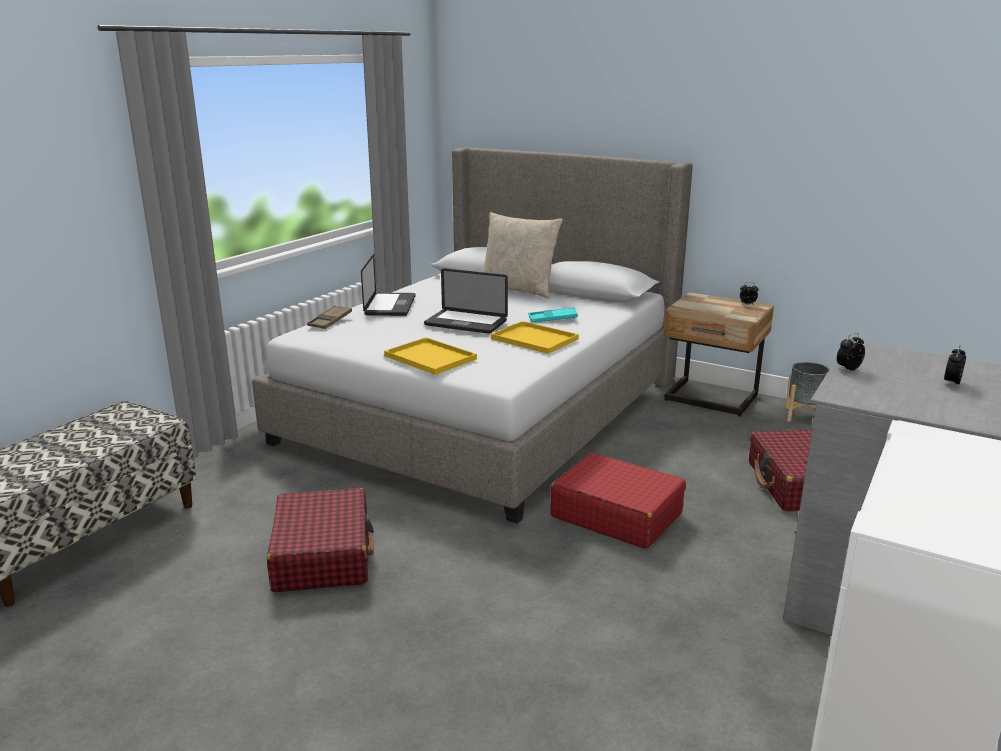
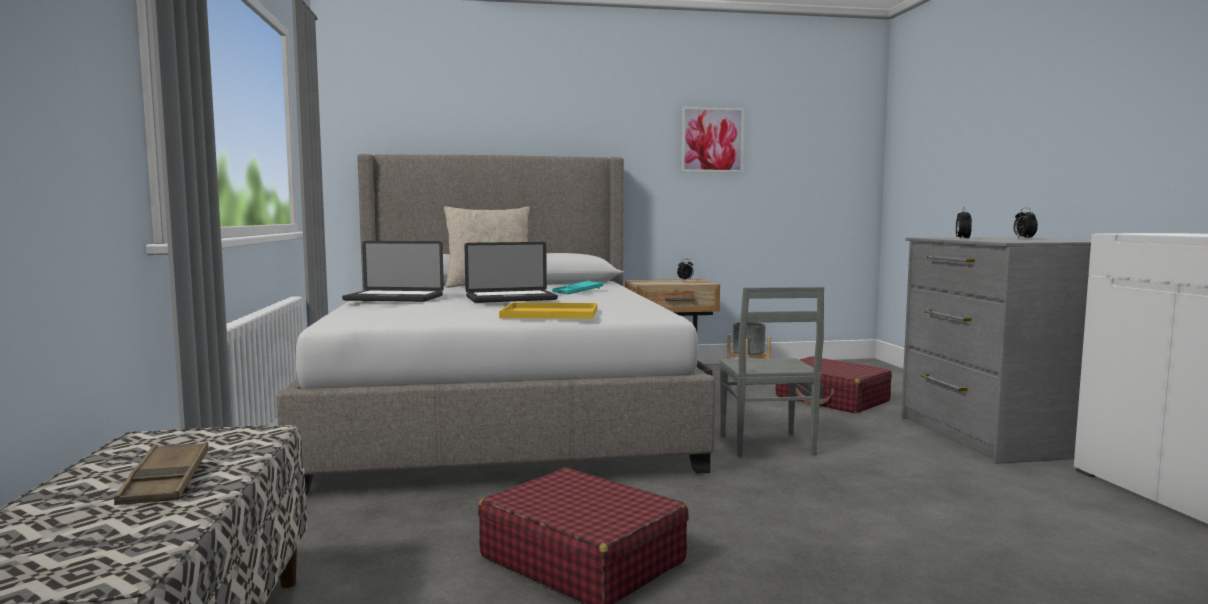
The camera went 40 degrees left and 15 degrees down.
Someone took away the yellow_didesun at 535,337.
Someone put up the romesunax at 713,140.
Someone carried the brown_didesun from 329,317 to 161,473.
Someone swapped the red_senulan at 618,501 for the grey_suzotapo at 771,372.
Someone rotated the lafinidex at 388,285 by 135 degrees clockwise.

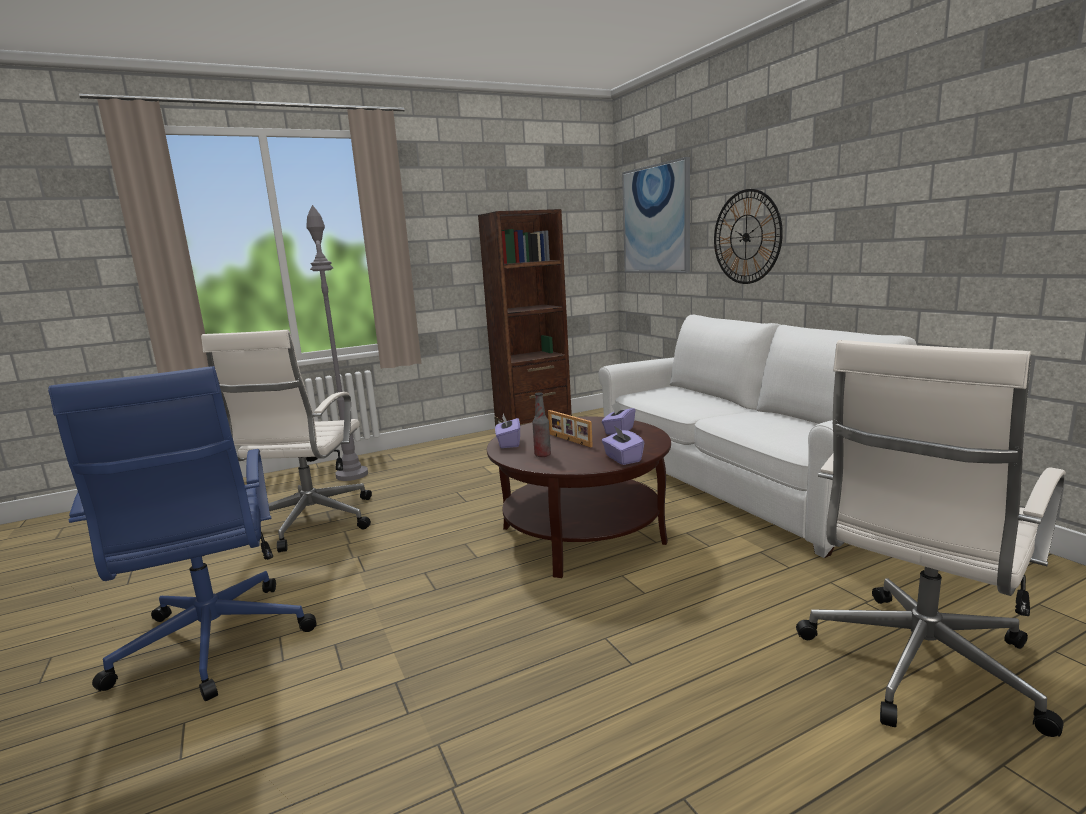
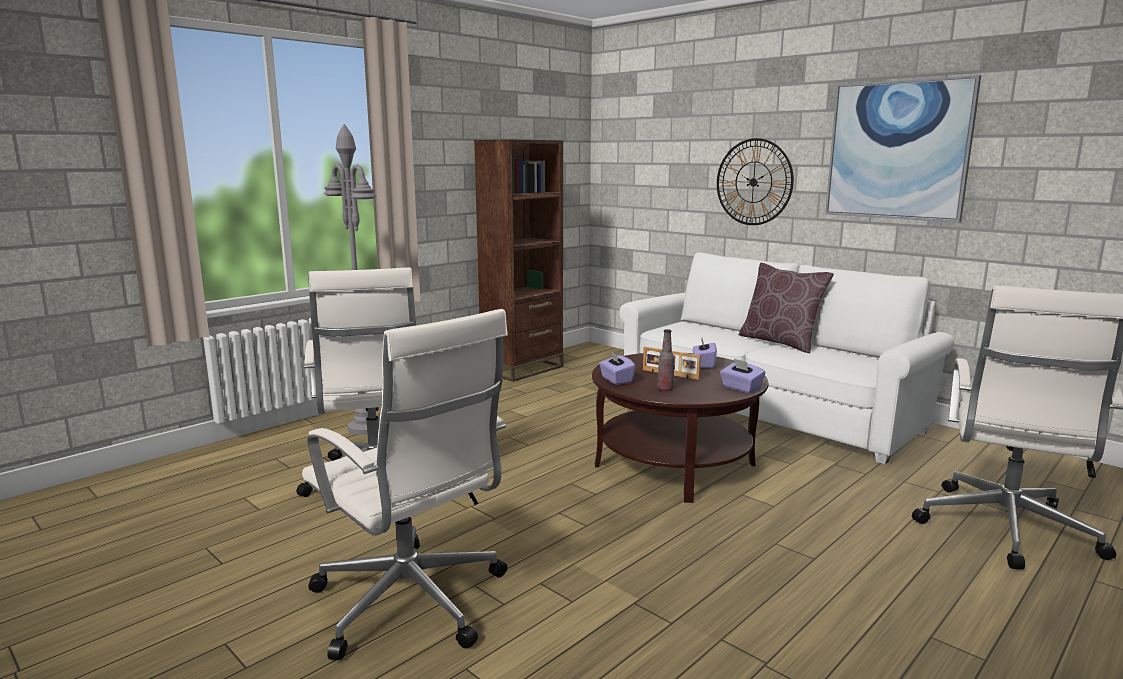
The camera went 20 degrees left and 0 degrees up.
Someone put down the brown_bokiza at 786,308.
Someone carried the romesunax from 656,215 to 903,148.
Someone repainted the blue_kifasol at 182,533, which became the white_kifasol at 405,484.

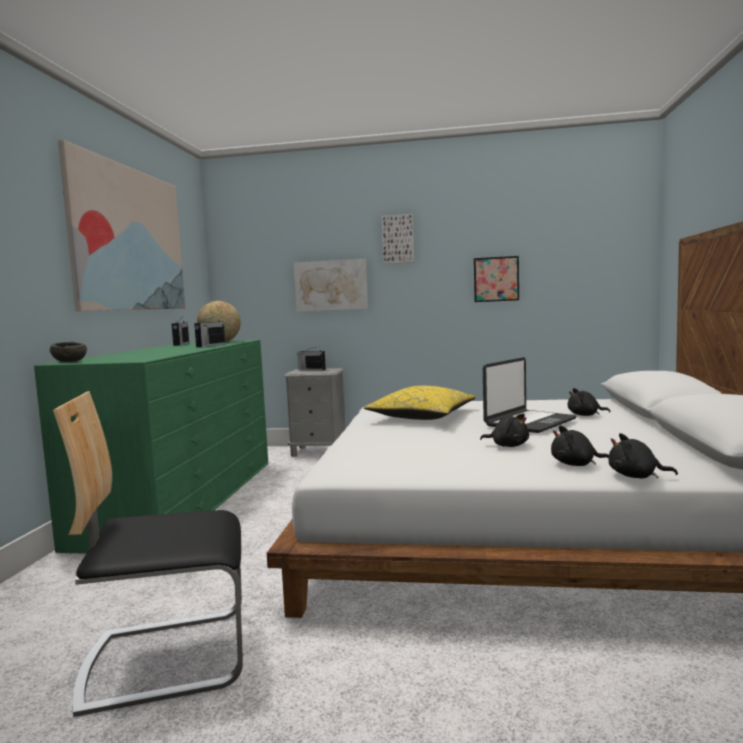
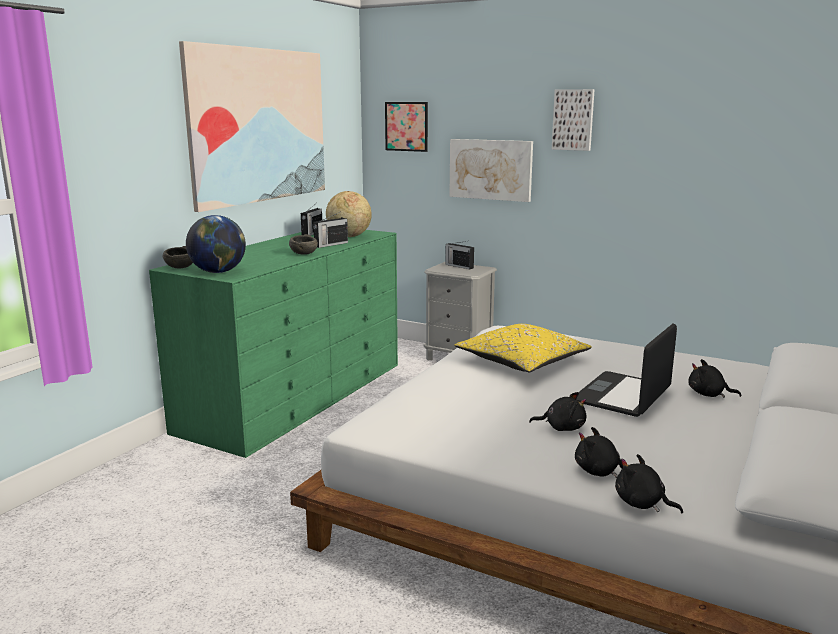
The camera went 20 degrees right and 10 degrees up.
Someone took away the suzotapo at 148,554.
Someone put down the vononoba at 216,244.
Someone put down the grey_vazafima at 303,244.
Someone carried the romesunax from 496,279 to 406,127.
Someone rotated the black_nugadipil at 504,430 by 45 degrees counterclockwise.
Someone rotated the lafinidex at 529,395 by 150 degrees clockwise.

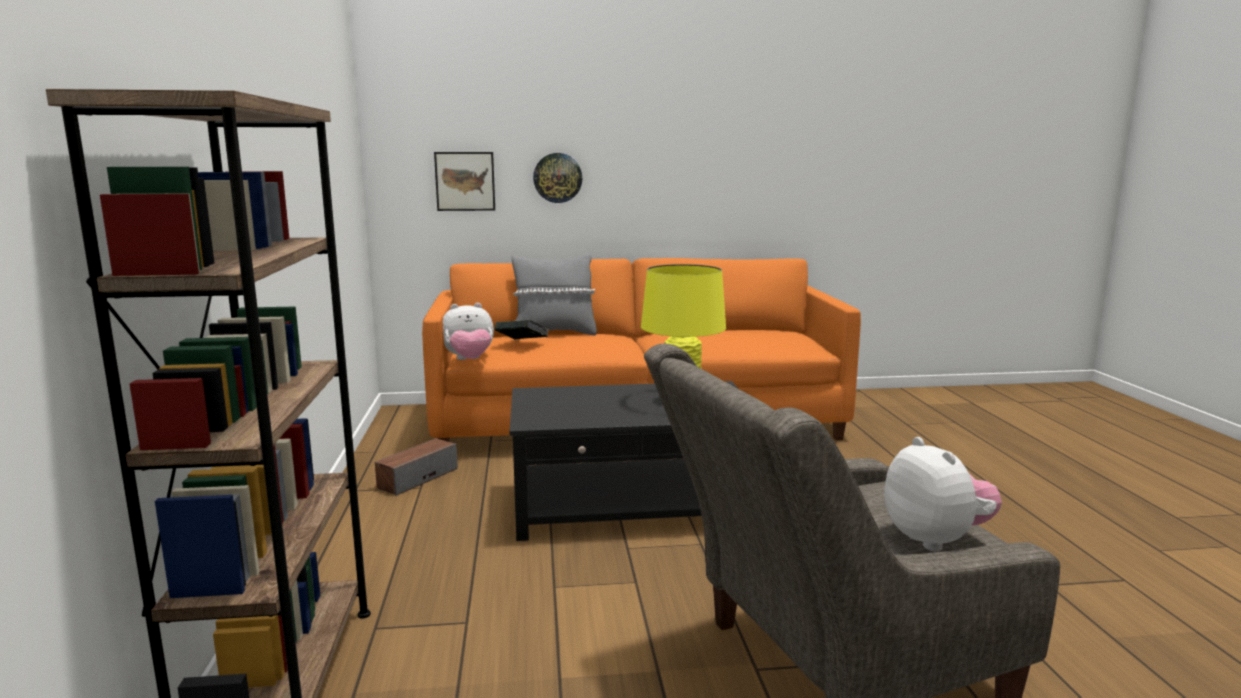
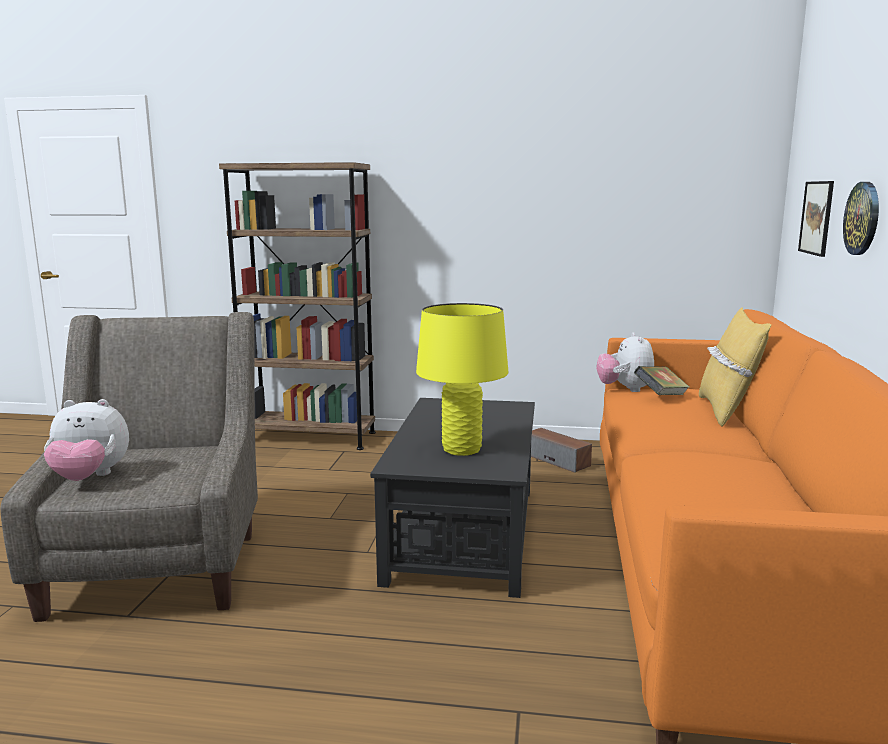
The camera went 105 degrees right and 0 degrees up.
Someone repainted the grey_bokiza at 554,294, which became the yellow_bokiza at 735,366.

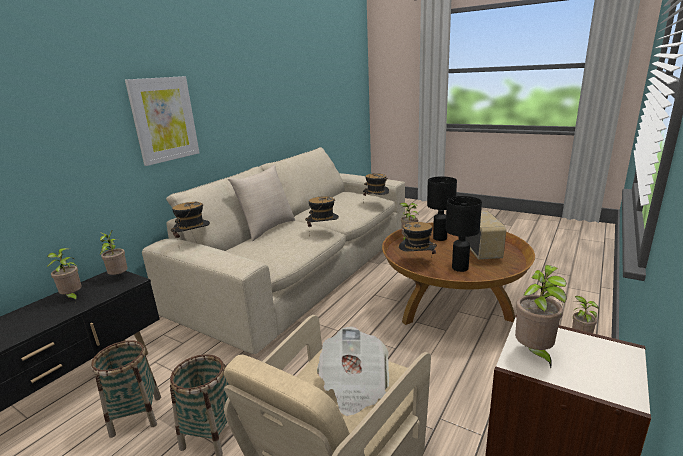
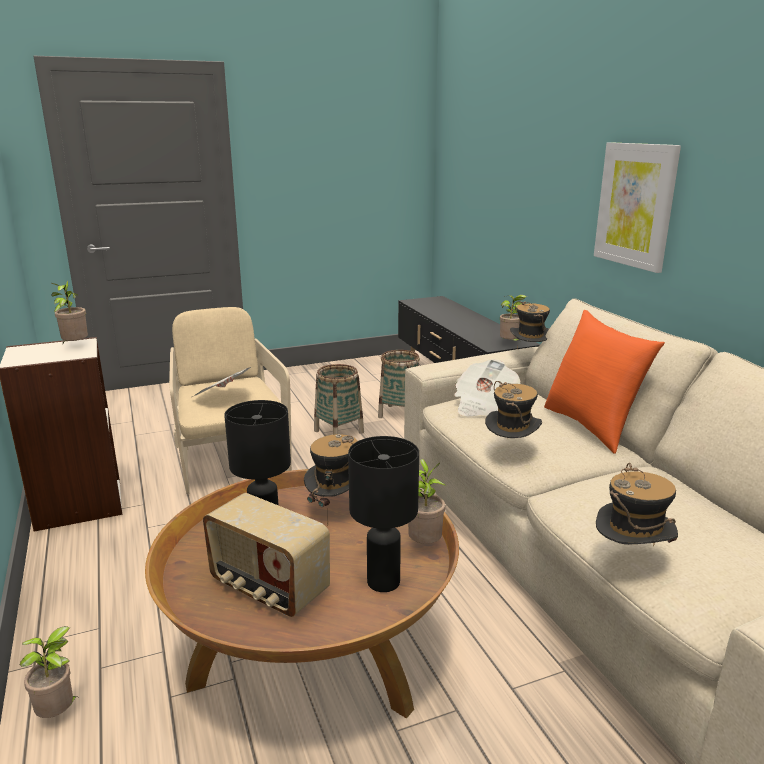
The camera went 125 degrees right and 0 degrees up.
Someone took away the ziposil at 64,274.
Someone put down the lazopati at 487,387.
Someone repainted the beige_bokiza at 261,203, which became the orange_bokiza at 604,382.

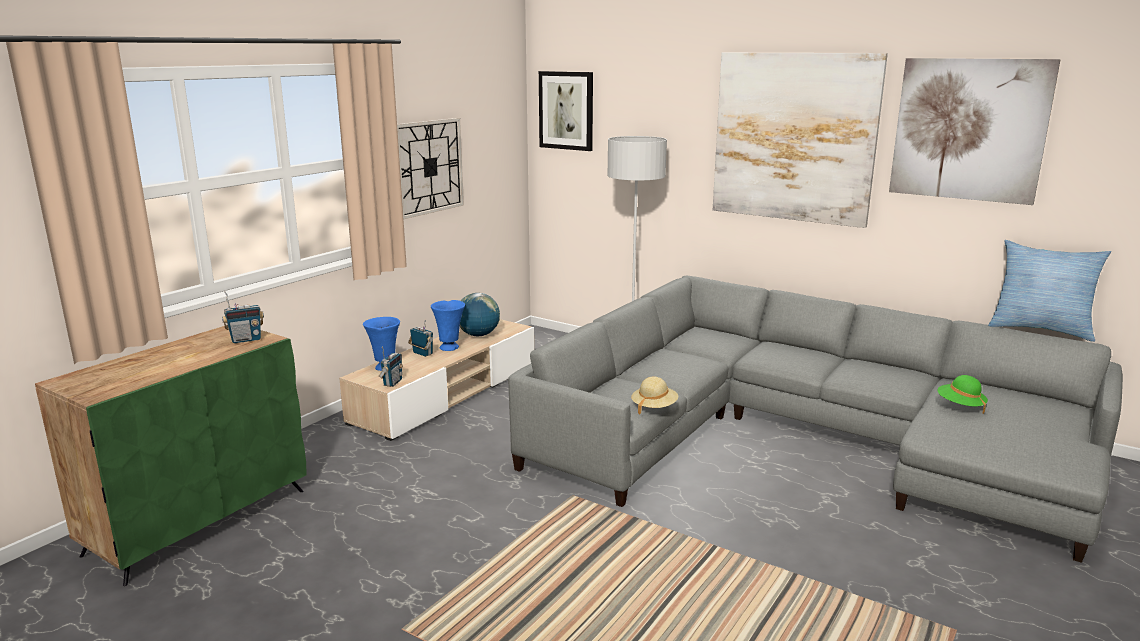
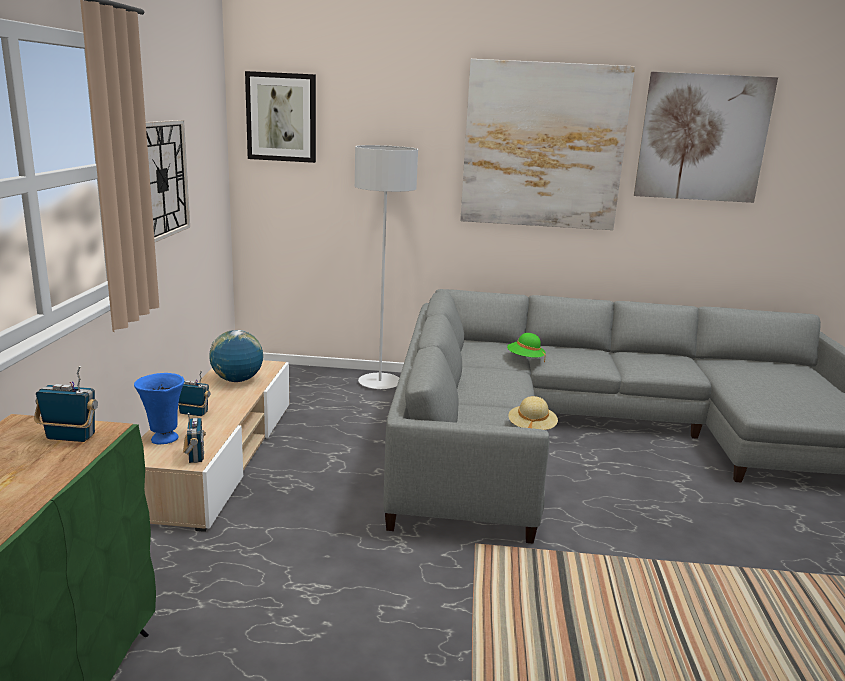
The camera went 30 degrees left and 0 degrees up.
Someone took away the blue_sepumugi at 448,325.
Someone took away the bokiza at 1049,291.
Someone carried the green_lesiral from 962,394 to 526,348.
Someone rotated the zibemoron at 243,317 by 120 degrees counterclockwise.

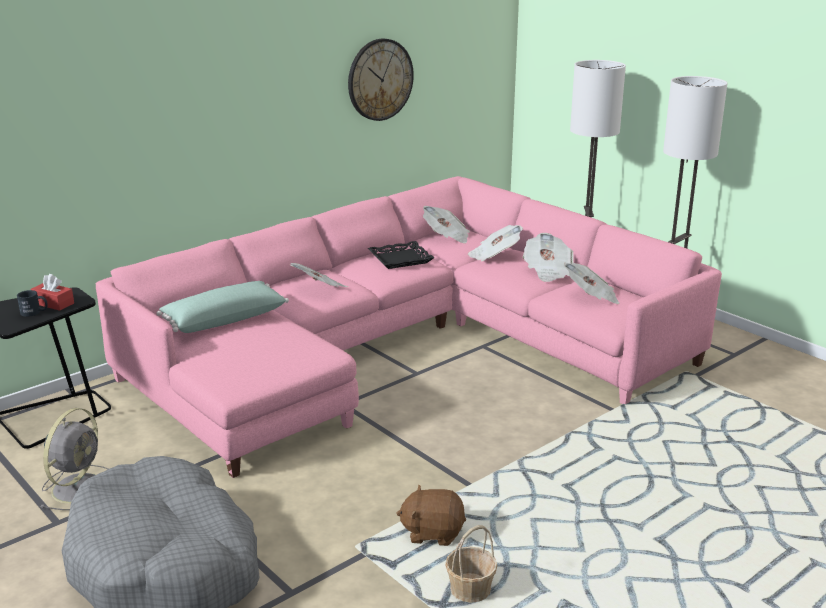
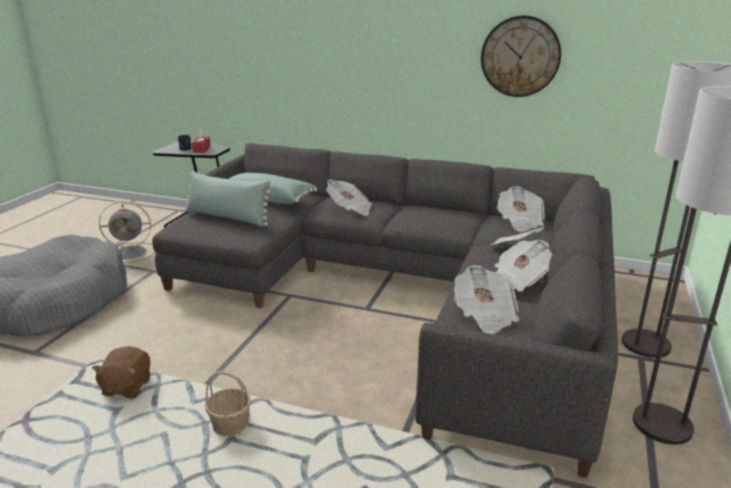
The camera went 60 degrees right and 0 degrees up.
Someone took away the black_didesun at 401,255.
Someone put down the green_bokiza at 229,199.
Someone carried the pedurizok from 471,564 to 228,403.
Someone repainted the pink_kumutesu at 409,327, which became the grey_kumutesu at 385,310.
Someone rotated the brown_nugadipil at 431,515 by 150 degrees counterclockwise.

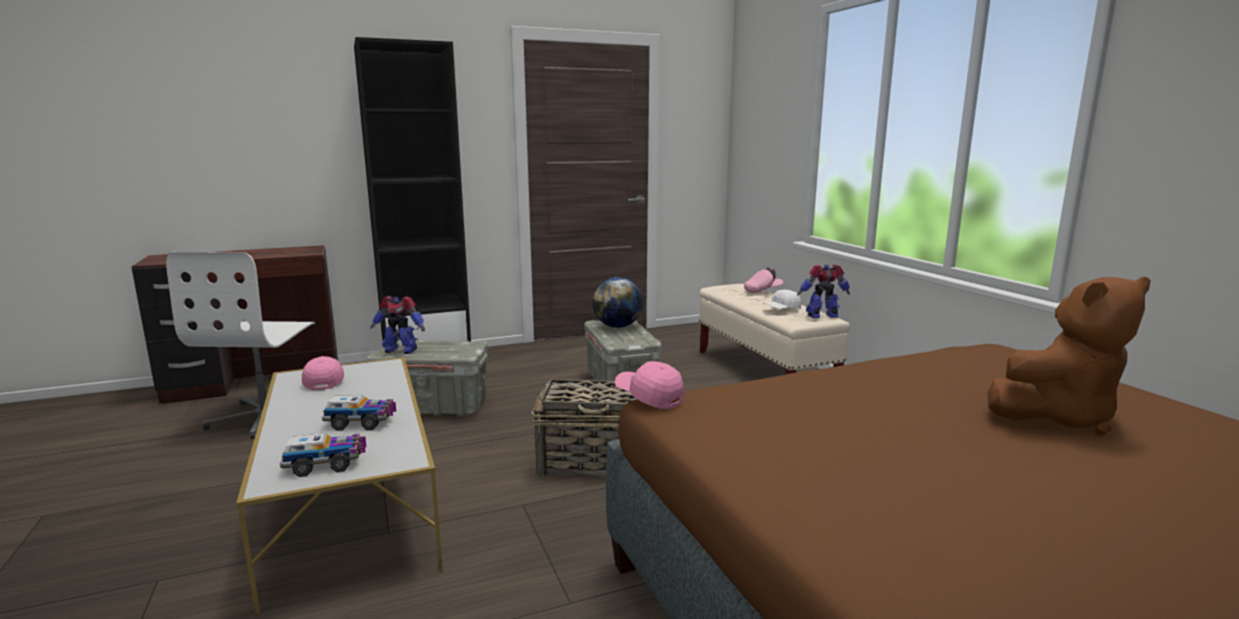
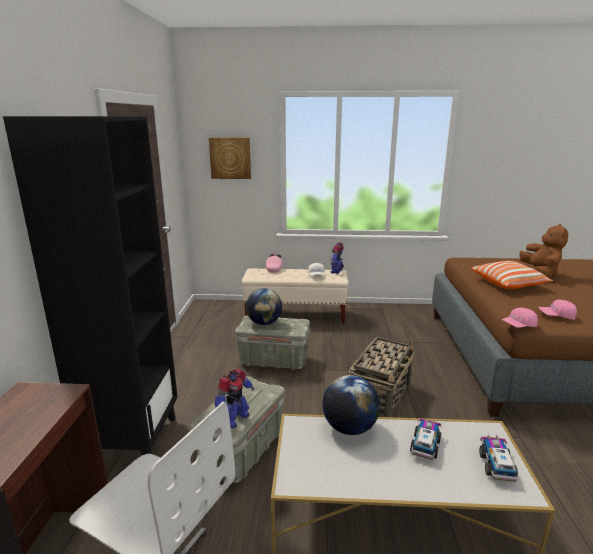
The camera went 65 degrees left and 5 degrees up.
Someone put up the romesunax at 230,158.
Someone put down the vononoba at 351,405.
Someone put down the bokiza at 512,275.
Someone carried the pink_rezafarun from 323,373 to 558,310.

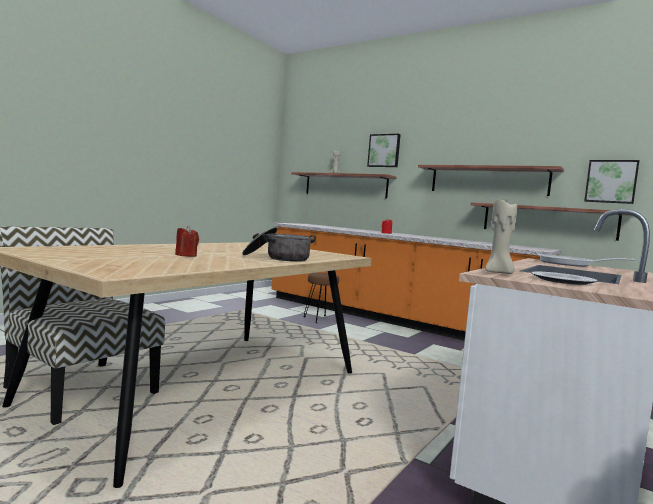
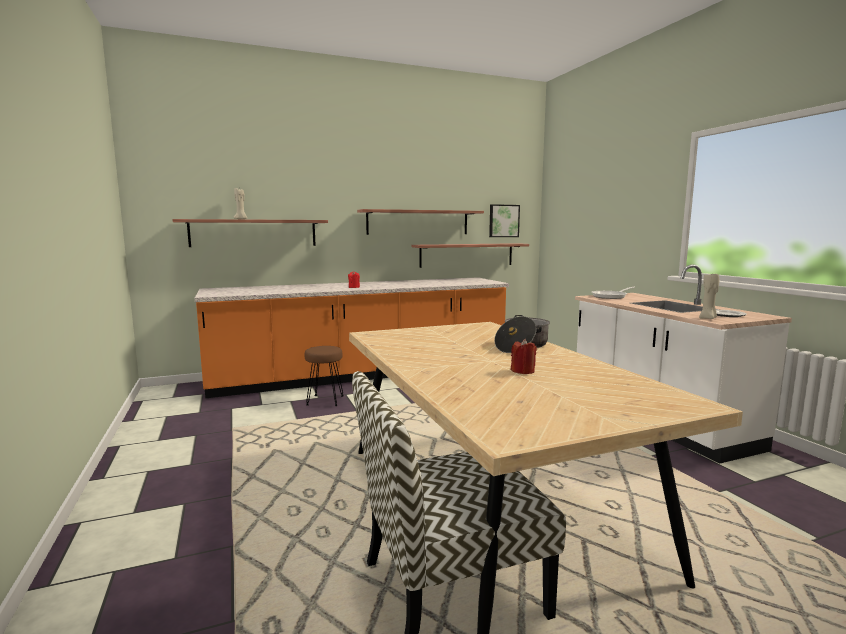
The camera went 55 degrees left and 5 degrees up.
Someone took away the romesunax at 384,150.

